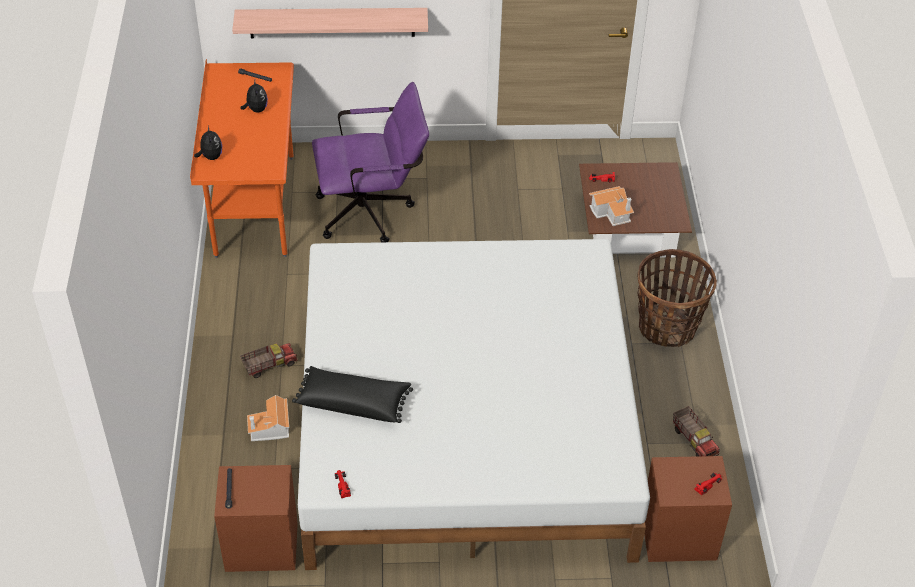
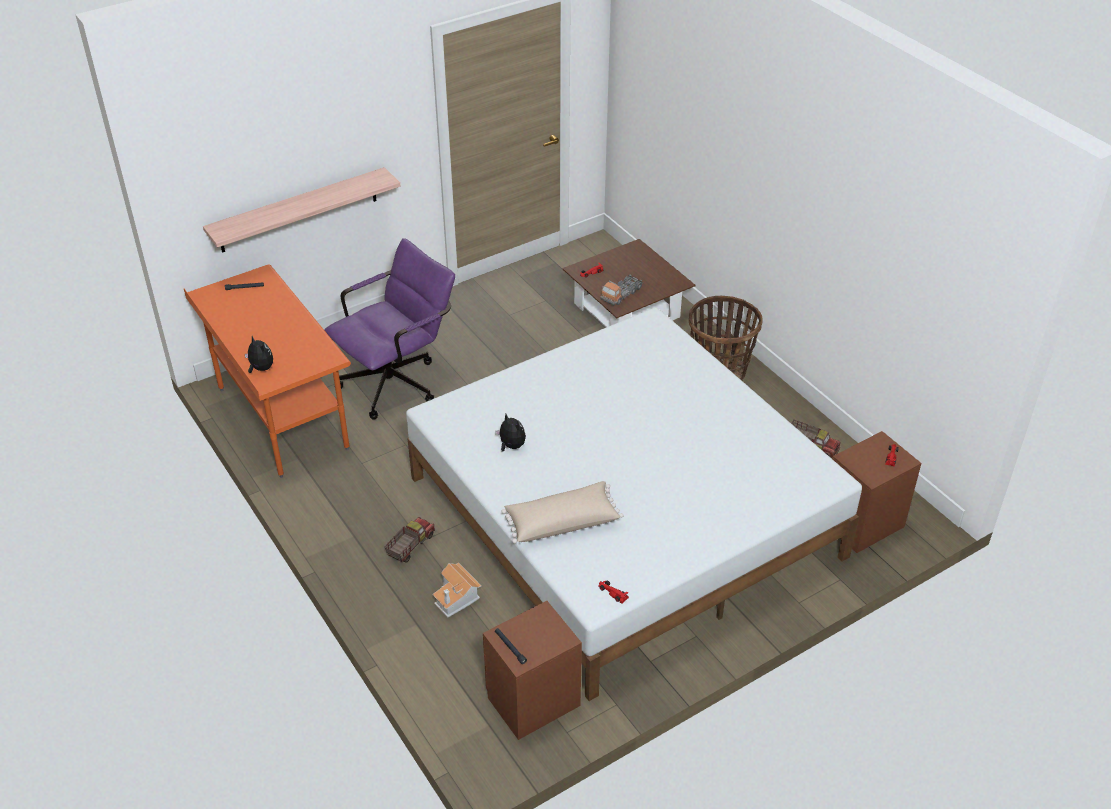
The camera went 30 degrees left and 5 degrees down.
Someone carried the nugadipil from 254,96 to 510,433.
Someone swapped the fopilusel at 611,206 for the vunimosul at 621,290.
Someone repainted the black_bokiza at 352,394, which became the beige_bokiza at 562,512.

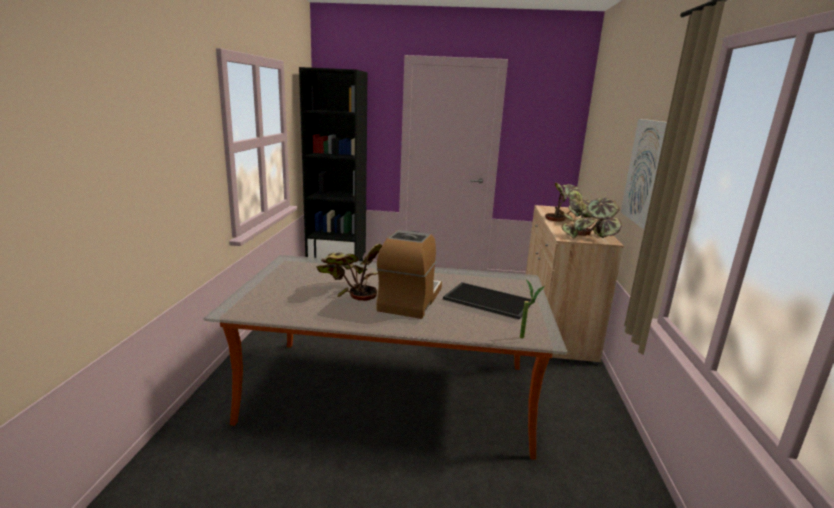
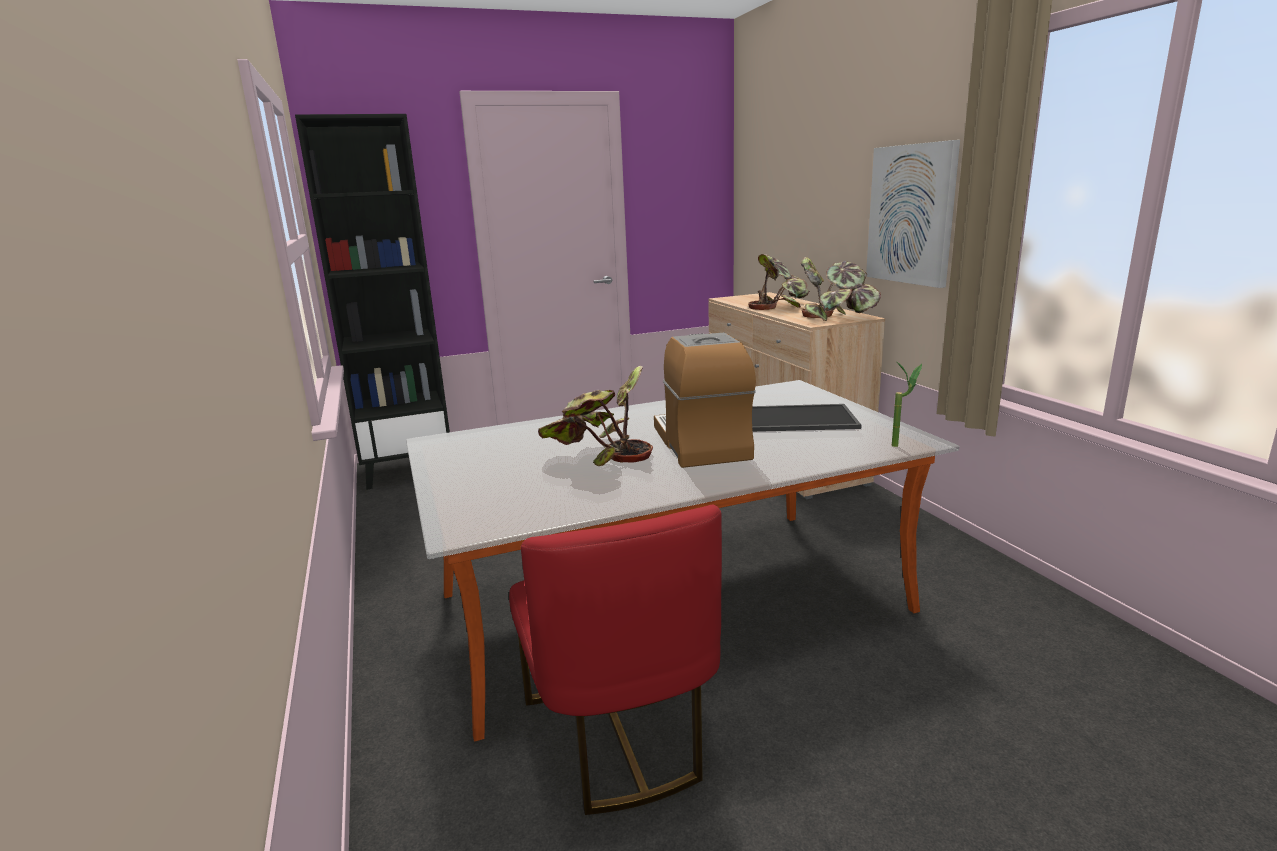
The camera went 25 degrees left and 0 degrees up.
Someone put down the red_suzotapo at 615,660.

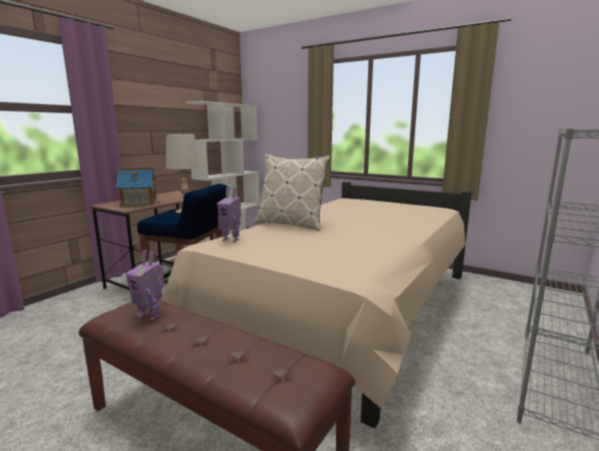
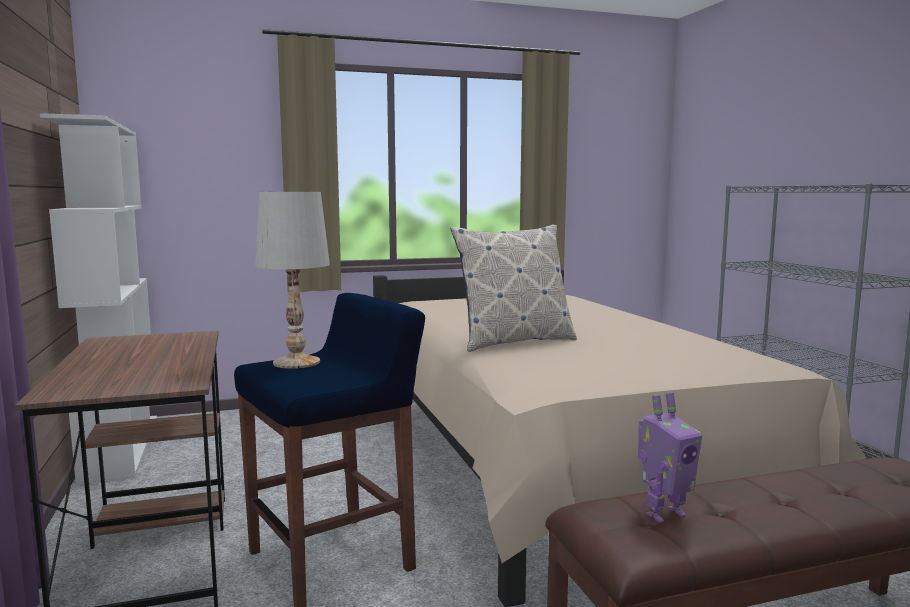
The camera went 50 degrees left and 5 degrees down.
Someone took away the fopilusel at 138,186.
Someone took away the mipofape at 229,214.

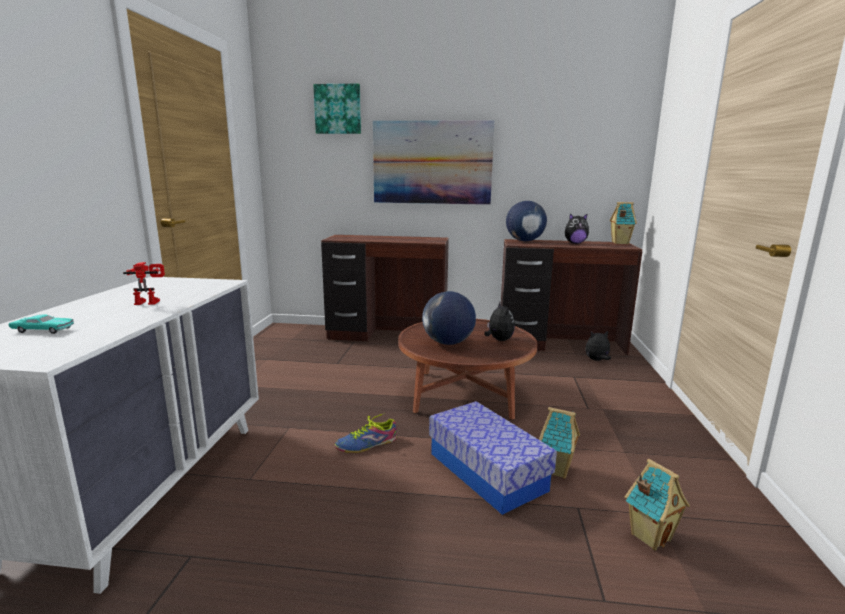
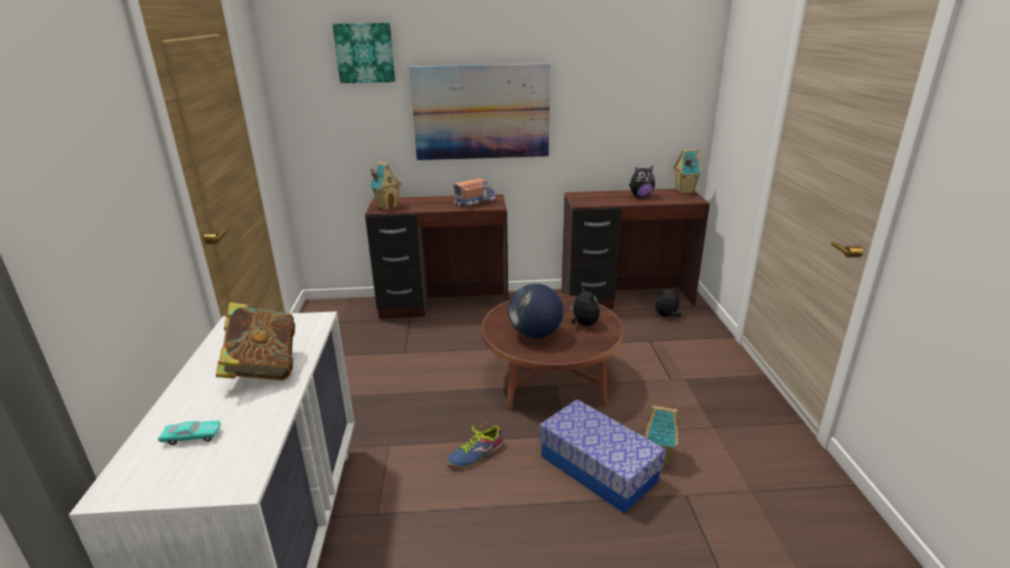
The camera went 10 degrees left and 10 degrees up.
Someone took away the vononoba at 526,221.
Someone put down the vunimosul at 475,192.
Someone carried the fopilusel from 657,505 to 385,185.
Someone swapped the mipofape at 144,283 for the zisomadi at 255,341.

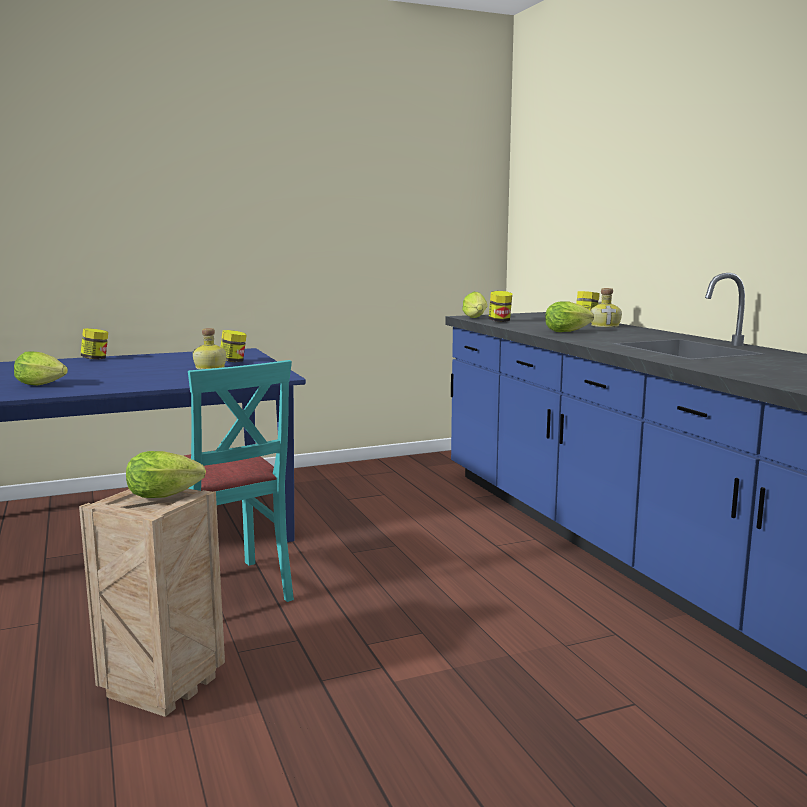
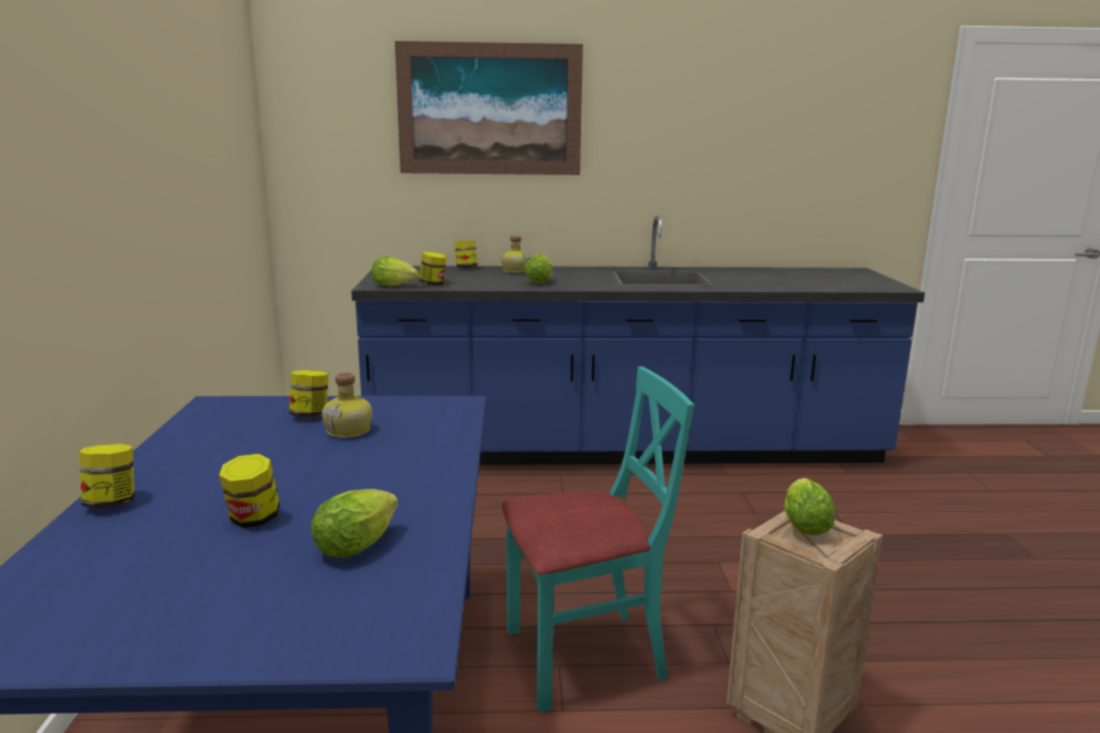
The camera went 70 degrees left and 5 degrees up.
Someone put down the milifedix at 249,491.
Someone put up the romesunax at 489,108.

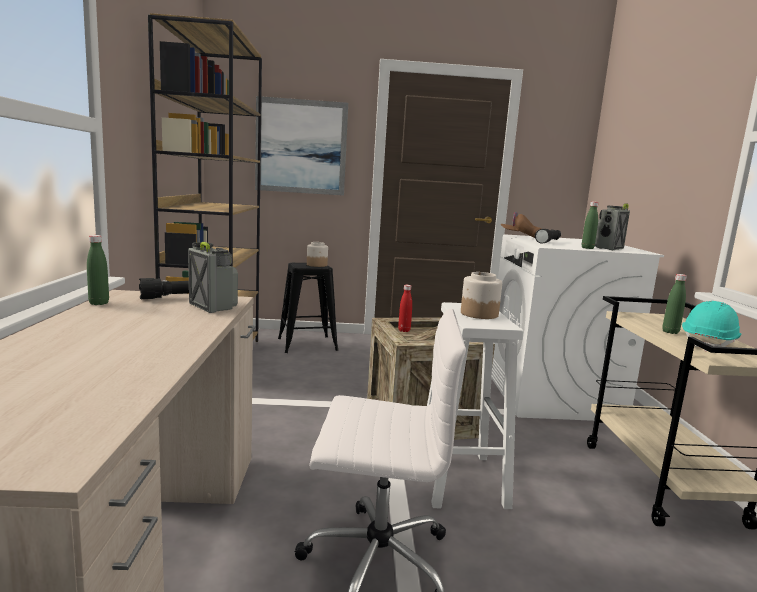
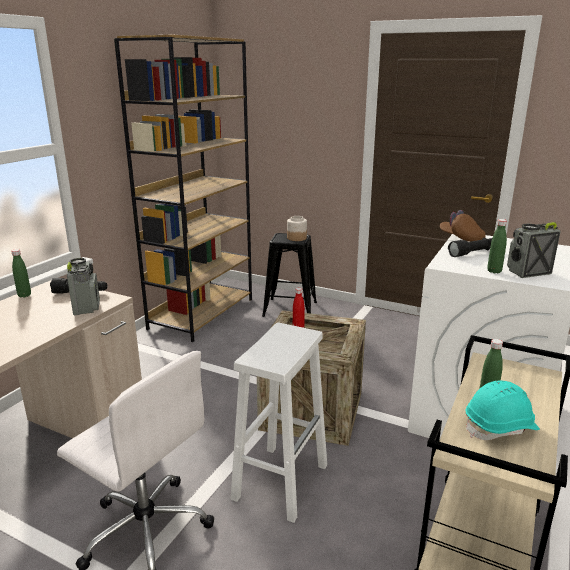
The camera went 30 degrees right and 10 degrees up.
Someone took away the romesunax at 301,146.
Someone took away the milifedix at 481,295.

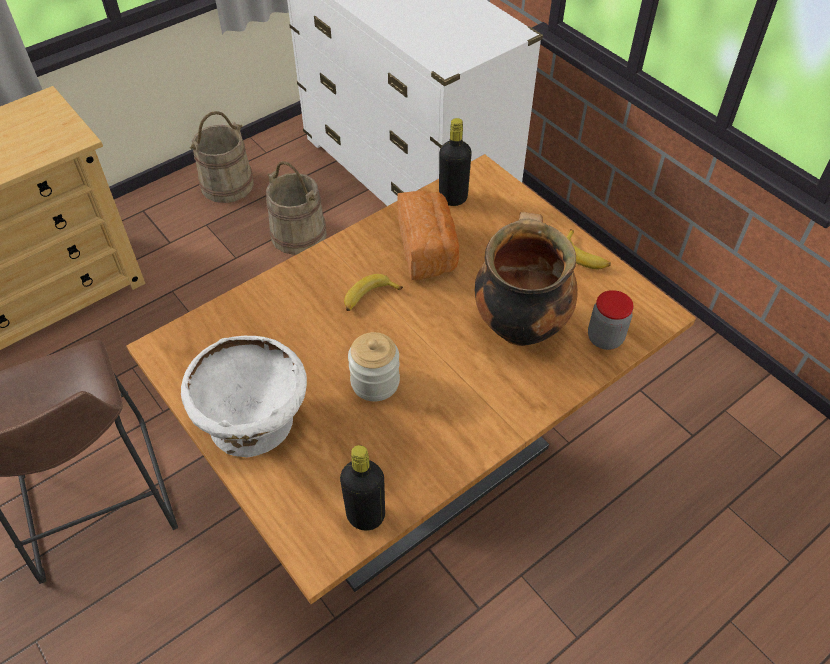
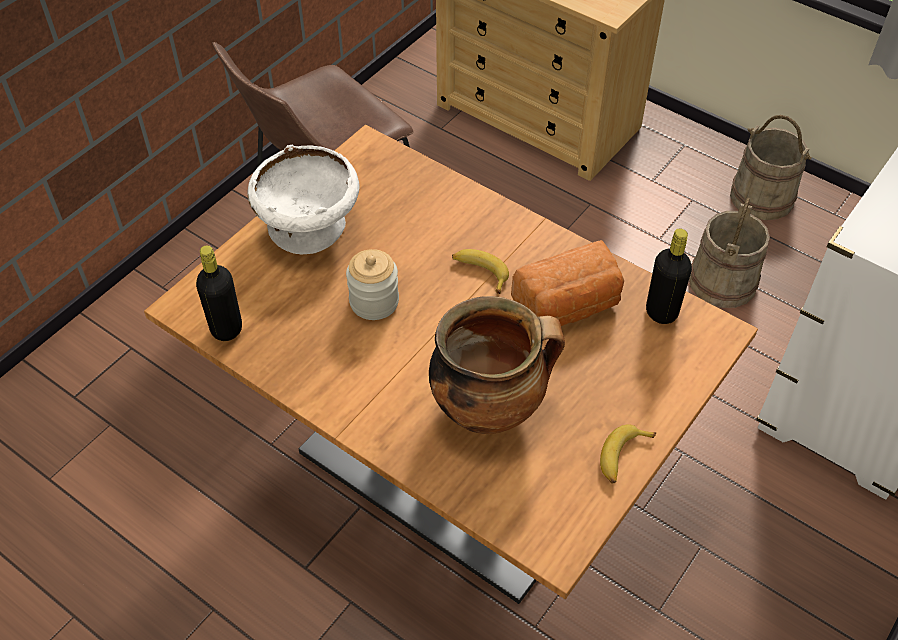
The camera went 75 degrees right and 0 degrees up.
Someone took away the milifedix at 611,320.

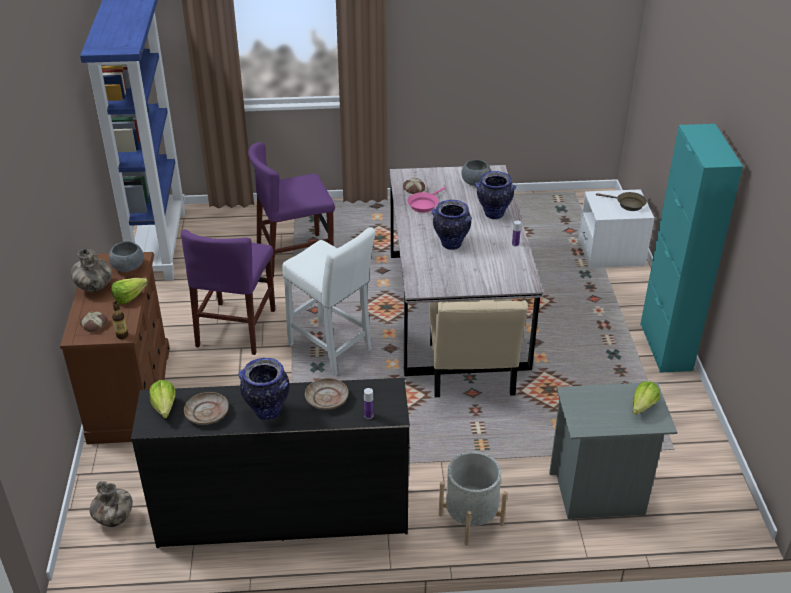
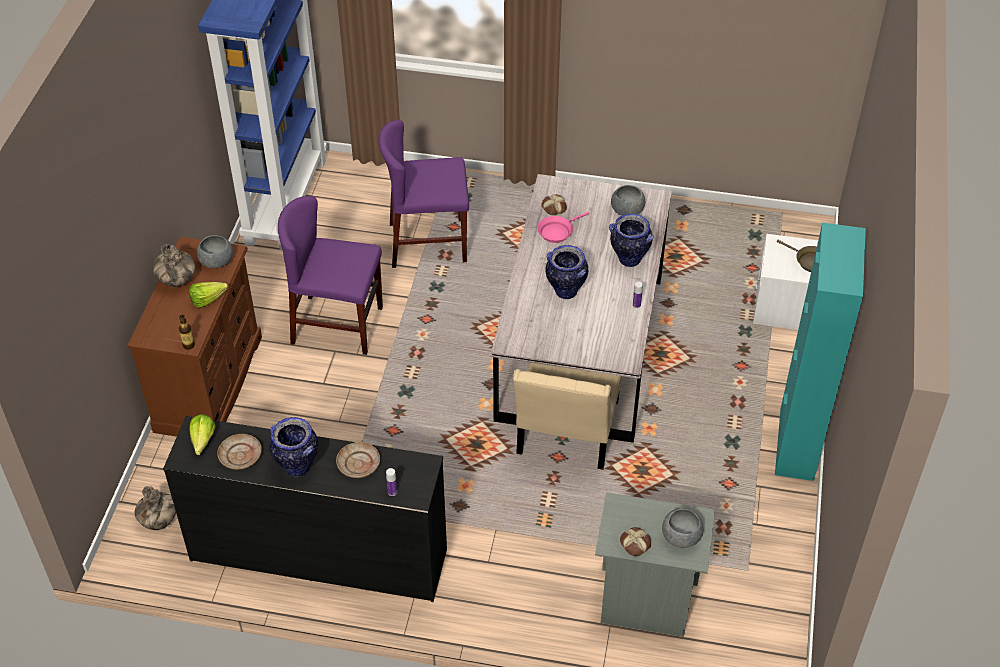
The camera went 15 degrees right and 10 degrees up.
Someone took away the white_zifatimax at 329,301.
Someone took away the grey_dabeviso at 473,499.
Someone carried the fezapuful from 94,322 to 635,541.
Someone swapped the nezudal at 646,398 for the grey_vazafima at 683,528.
Someone rotated the purple_suzotapo at 228,292 by 75 degrees clockwise.

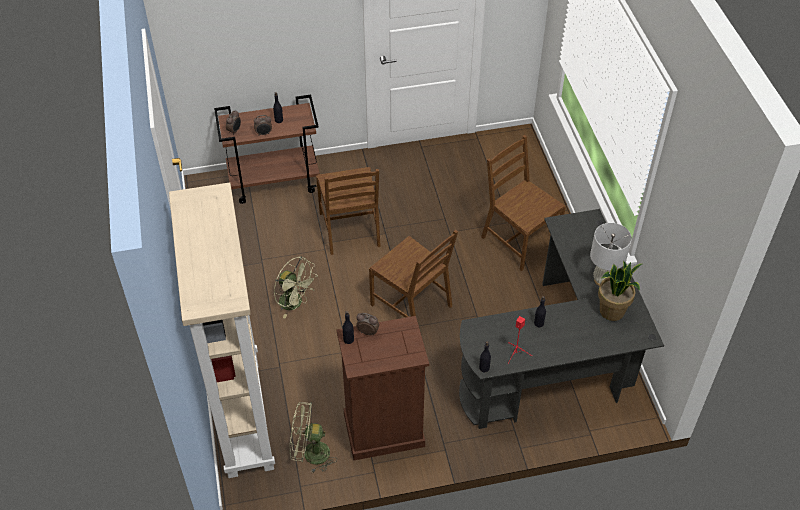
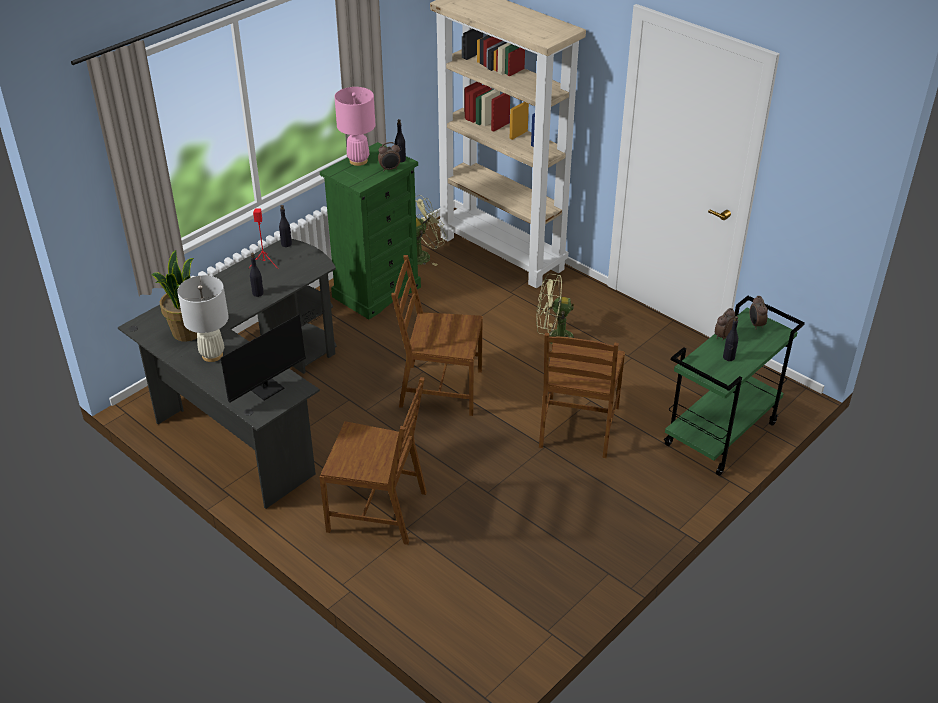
The camera went 145 degrees right and 10 degrees down.
Someone put down the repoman at 272,357.
Someone put down the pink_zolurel at 355,126.
Someone repainted the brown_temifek at 267,149, which became the green_temifek at 734,386.
Someone repainted the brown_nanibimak at 383,388, which became the green_nanibimak at 370,230.
Someone rotated the brown_suzotapo at 348,211 by 120 degrees counterclockwise.

